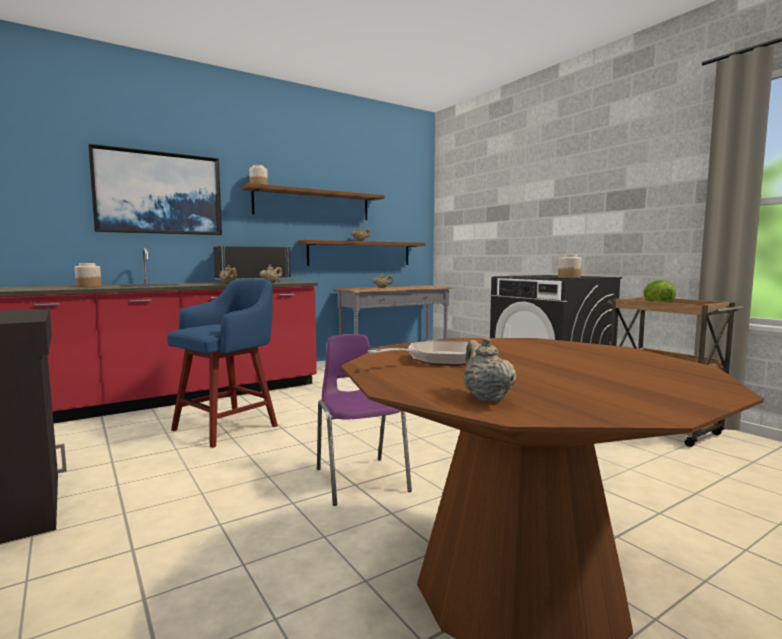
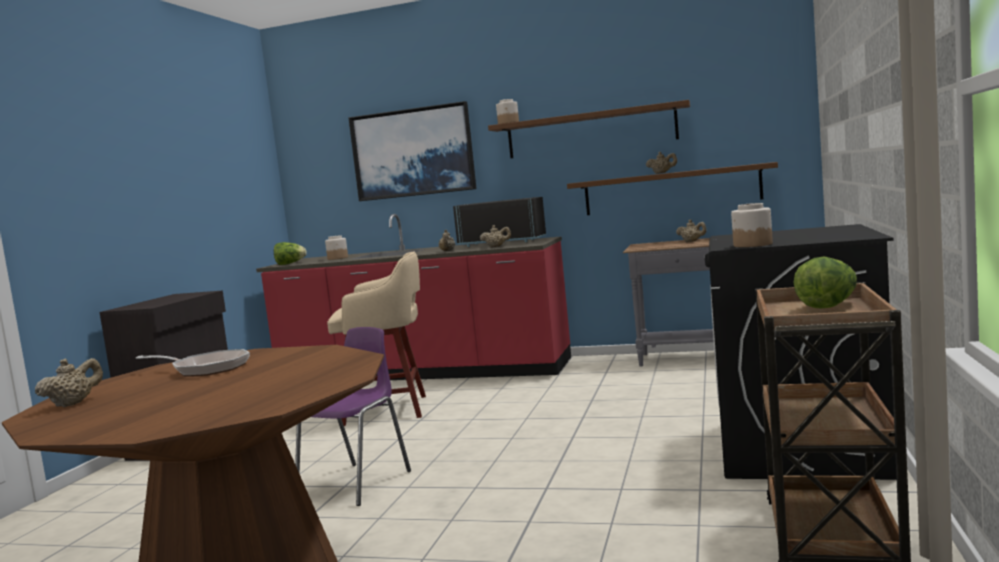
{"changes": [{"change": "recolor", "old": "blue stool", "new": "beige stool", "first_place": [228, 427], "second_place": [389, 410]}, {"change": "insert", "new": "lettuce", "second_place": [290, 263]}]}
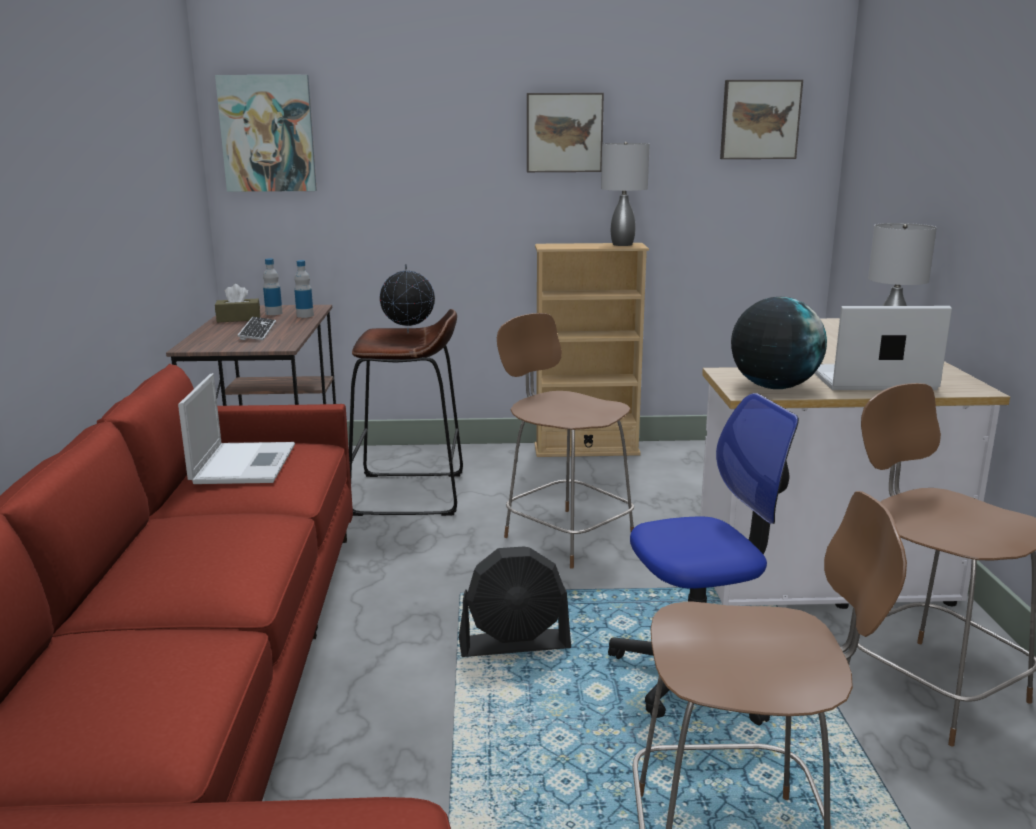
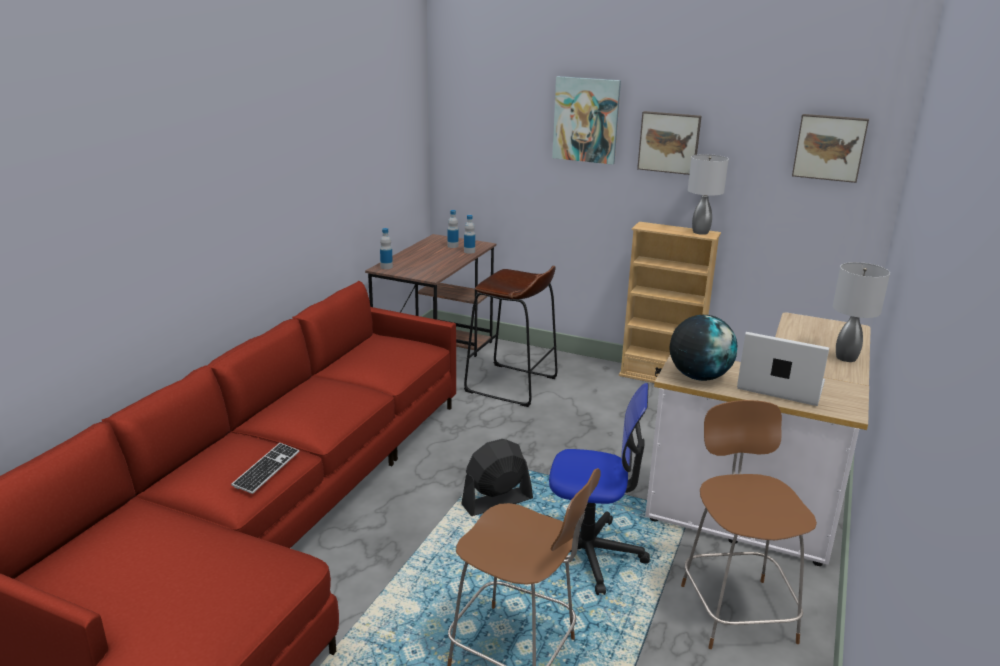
{"changes": [{"change": "move", "old": "picture", "first_place": [267, 134], "second_place": [586, 120]}, {"change": "delete", "old": "globe", "first_place": [409, 332]}, {"change": "delete", "old": "brown tissue box", "first_place": [238, 319]}, {"change": "delete", "old": "brown chair", "first_place": [565, 536]}, {"change": "move", "old": "keyboard", "first_place": [257, 331], "second_place": [267, 469]}, {"change": "delete", "old": "laptop", "first_place": [244, 463]}, {"change": "rotate", "old": "black fan", "first_place": [515, 645], "second_place": [497, 502], "degrees": 135}, {"change": "insert", "new": "bottle", "second_place": [386, 267]}]}
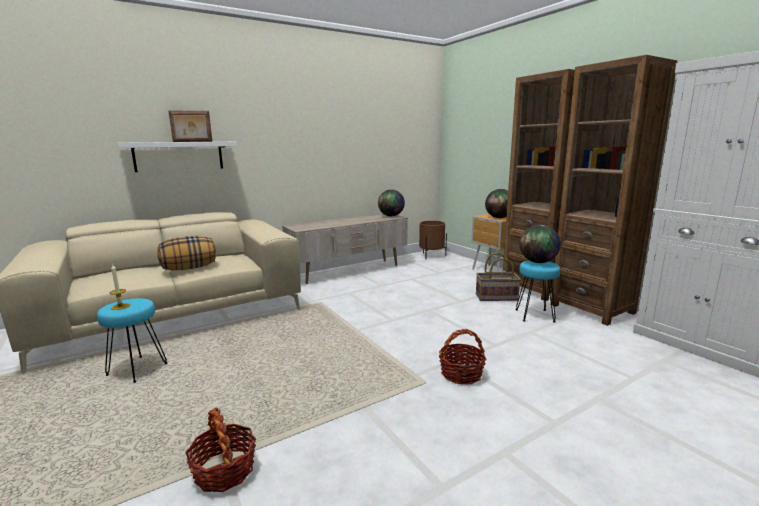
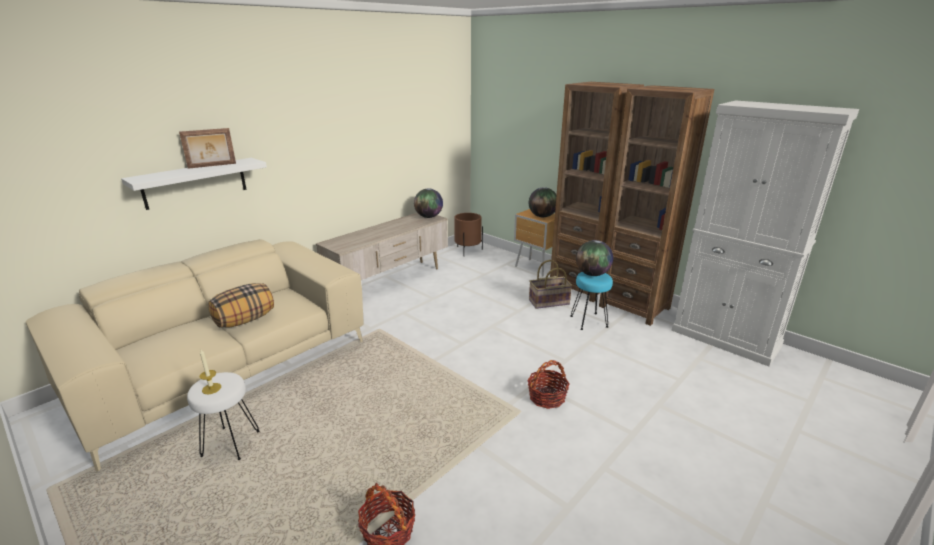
{"changes": [{"change": "recolor", "old": "turquoise stool", "new": "white stool", "first_place": [137, 369], "second_place": [230, 443]}]}
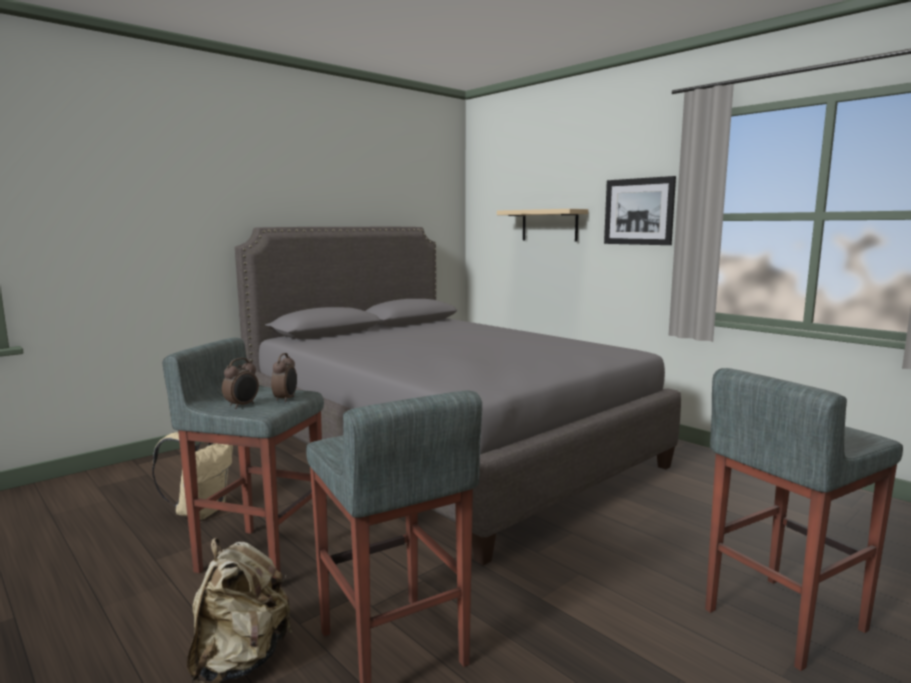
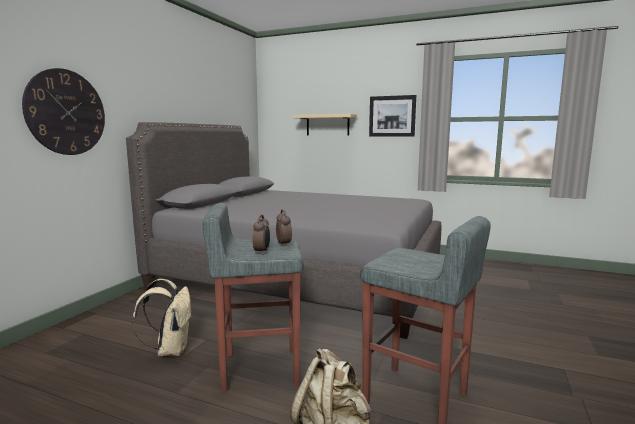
{"changes": [{"change": "delete", "old": "grey stool", "first_place": [781, 619]}, {"change": "insert", "new": "wall clock", "second_place": [66, 112]}]}
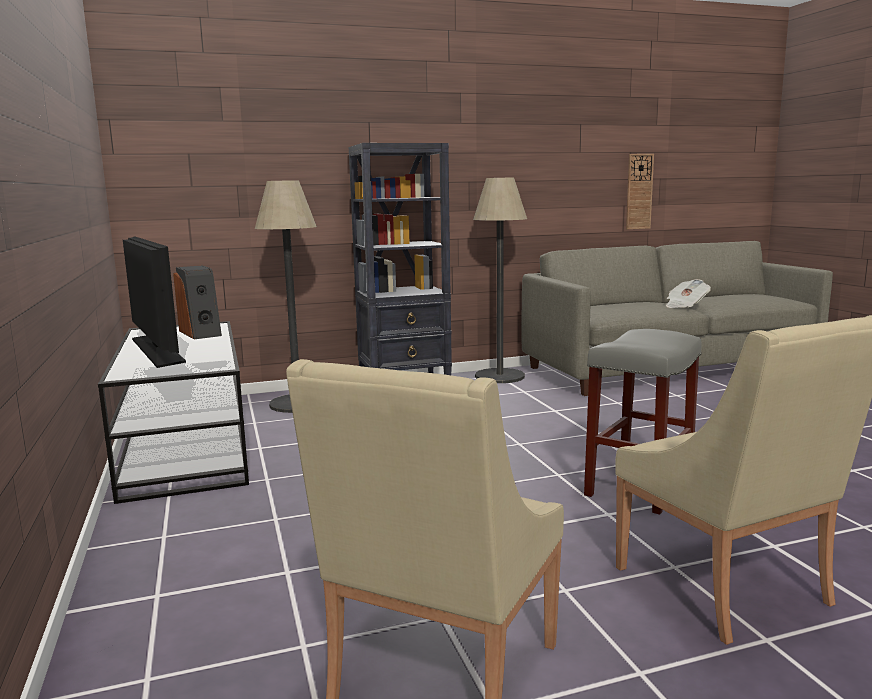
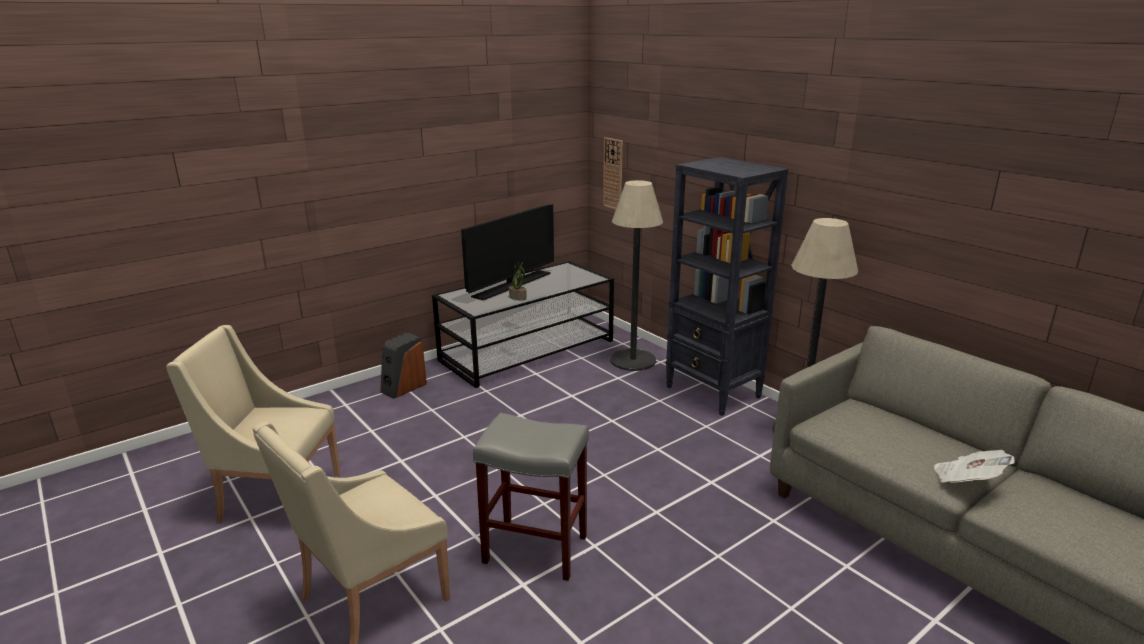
{"changes": [{"change": "move", "old": "wall clock", "first_place": [639, 191], "second_place": [613, 174]}, {"change": "move", "old": "speaker", "first_place": [201, 333], "second_place": [403, 387]}, {"change": "insert", "new": "potted plant", "second_place": [518, 297]}]}
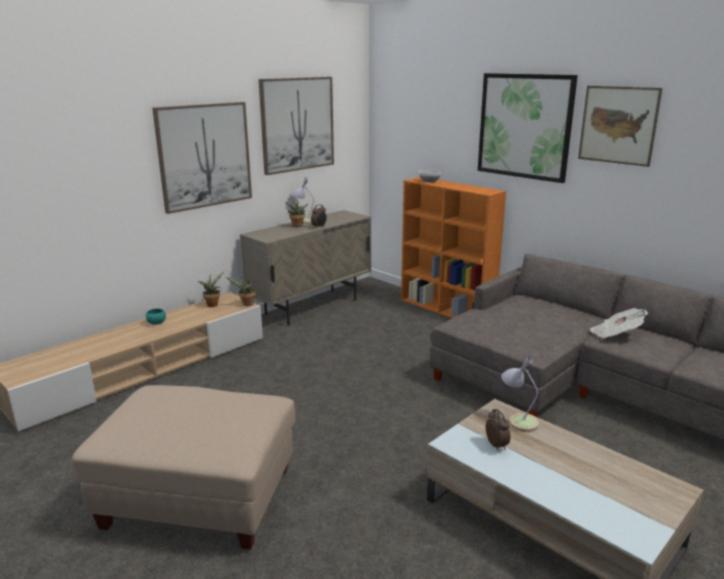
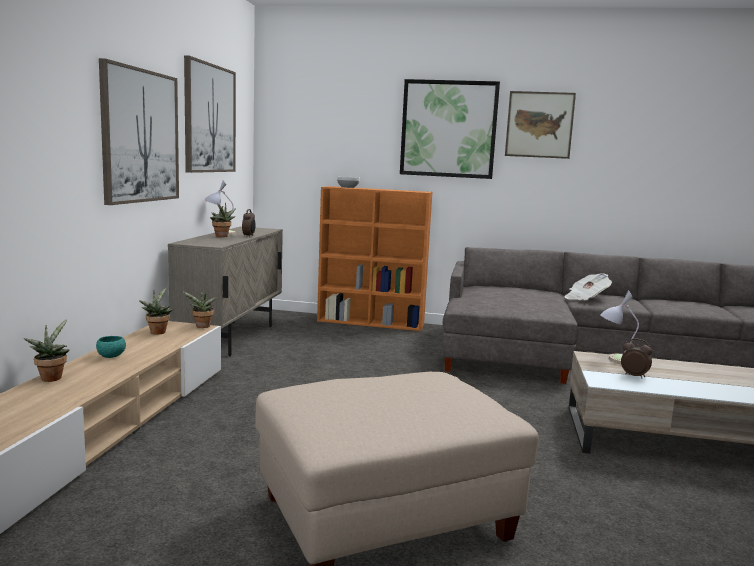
{"changes": [{"change": "insert", "new": "potted plant", "second_place": [51, 377]}]}
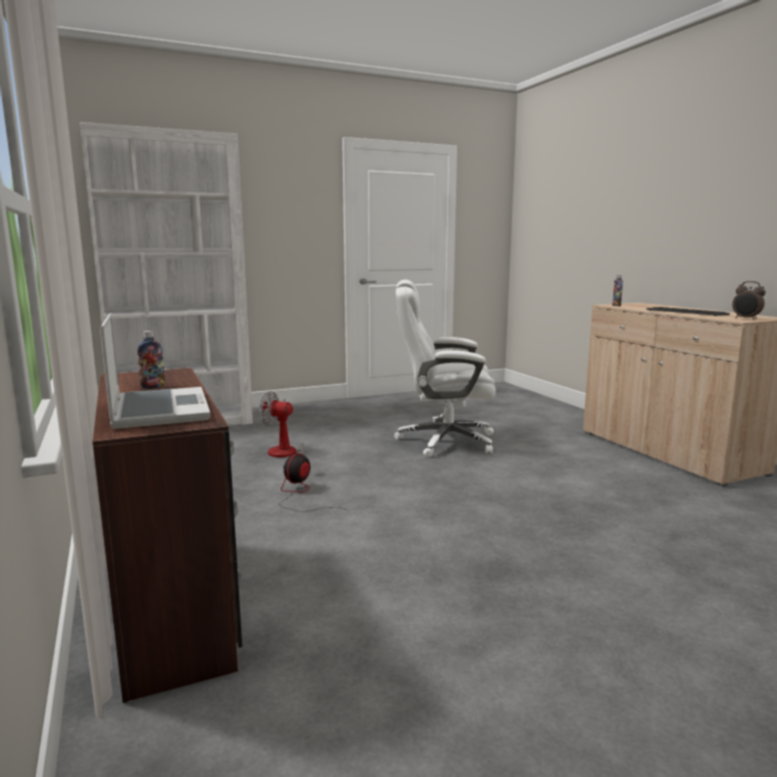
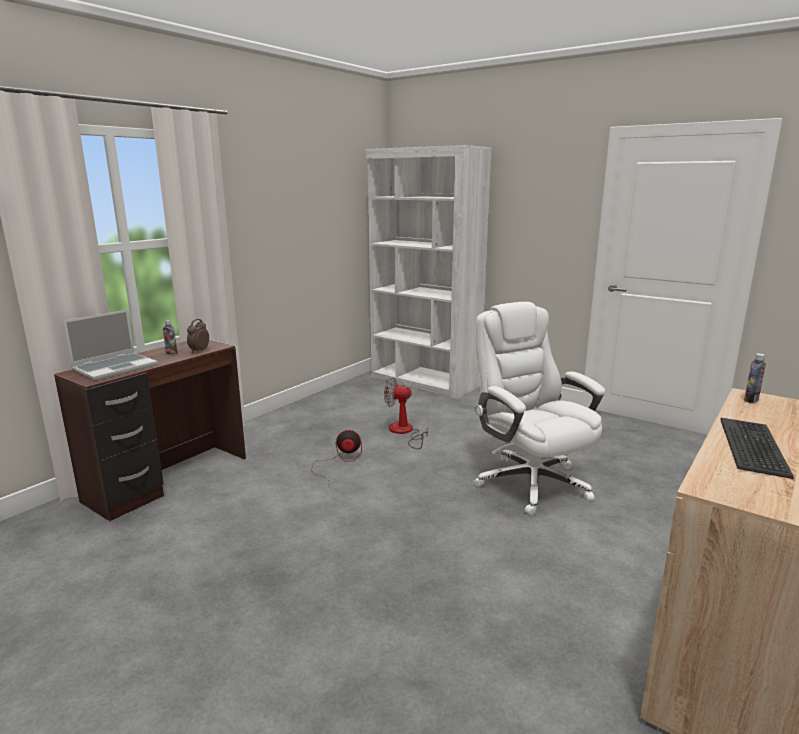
{"changes": [{"change": "move", "old": "alarm clock", "first_place": [746, 319], "second_place": [199, 351]}, {"change": "rotate", "old": "fan", "first_place": [284, 456], "second_place": [404, 432], "degrees": -60}]}
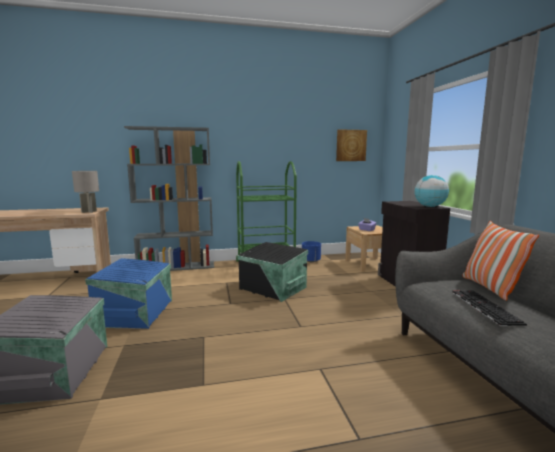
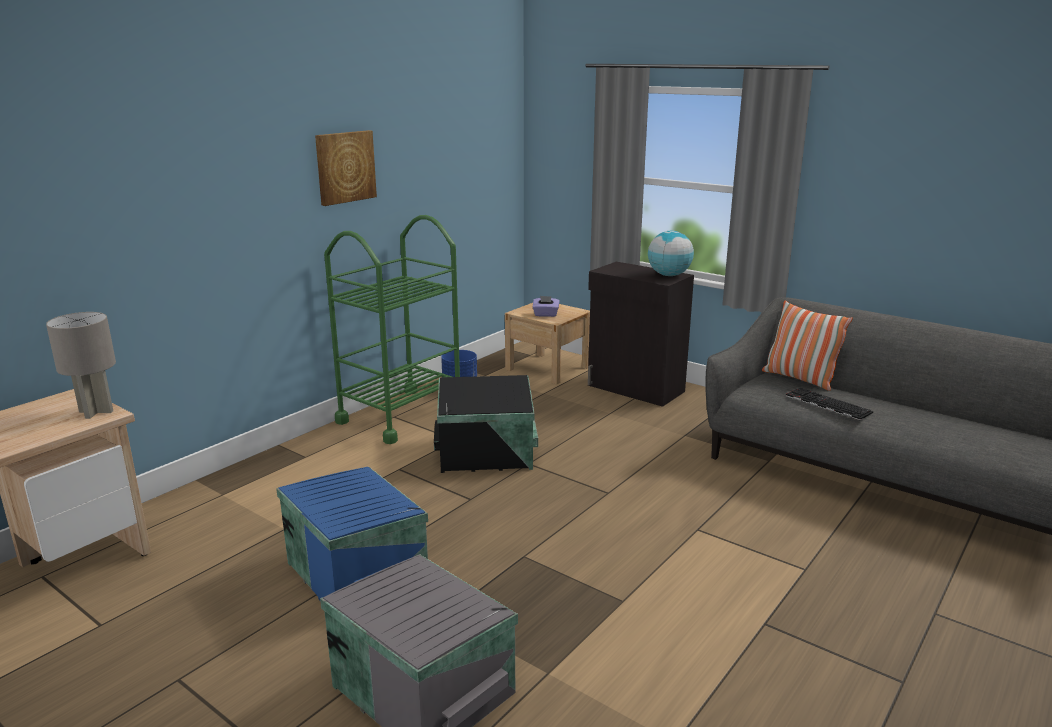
{"changes": [{"change": "delete", "old": "grey bookcase", "first_place": [177, 267]}, {"change": "move", "old": "picture", "first_place": [351, 145], "second_place": [345, 167]}]}
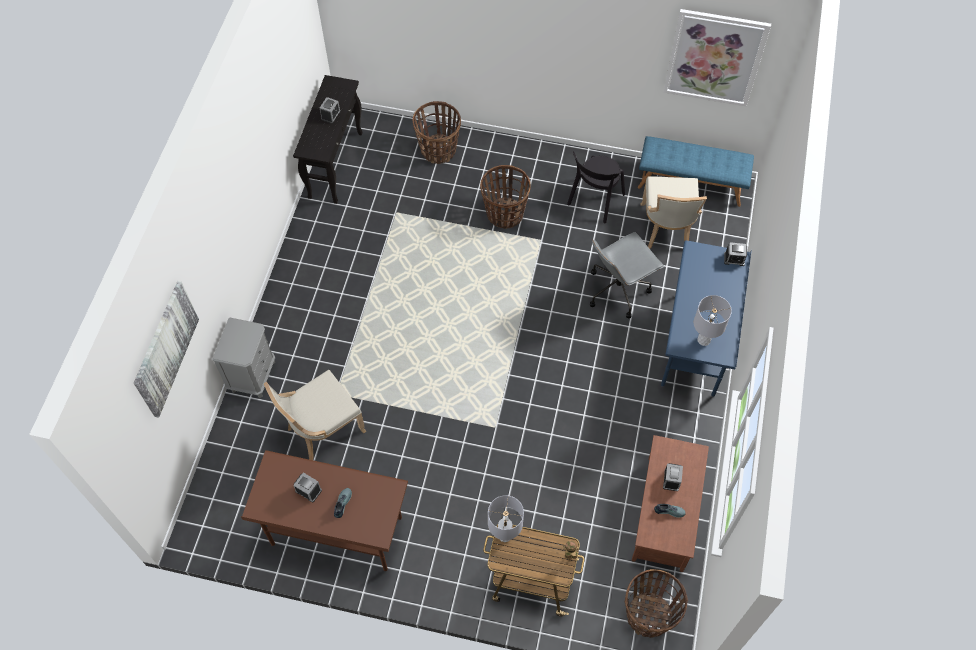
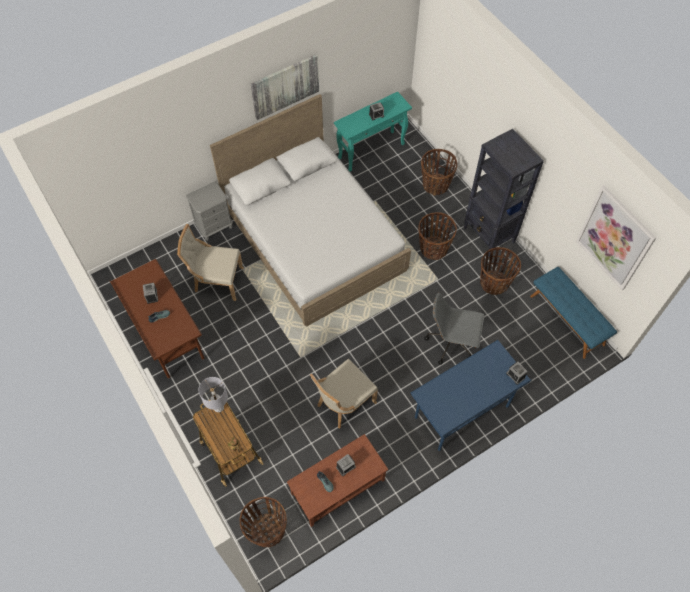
{"changes": [{"change": "recolor", "old": "black console table", "new": "turquoise console table", "first_place": [335, 164], "second_place": [371, 150]}, {"change": "replace", "old": "black chair", "new": "basket", "first_place": [594, 201], "second_place": [494, 283]}, {"change": "move", "old": "beige chair", "first_place": [666, 229], "second_place": [343, 403]}, {"change": "move", "old": "picture", "first_place": [165, 349], "second_place": [285, 86]}, {"change": "delete", "old": "grey table lamp", "first_place": [703, 340]}, {"change": "insert", "new": "white bed", "second_place": [314, 239]}, {"change": "insert", "new": "black bookcase", "second_place": [489, 235]}]}
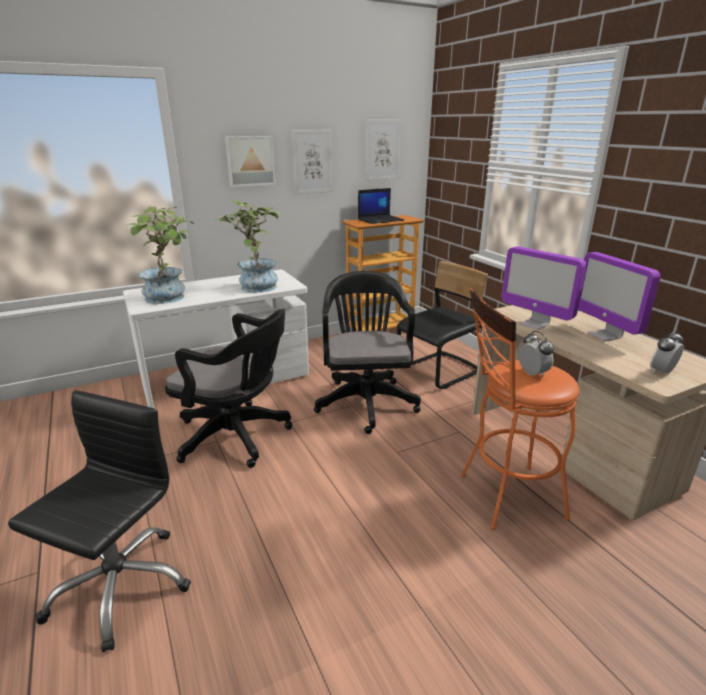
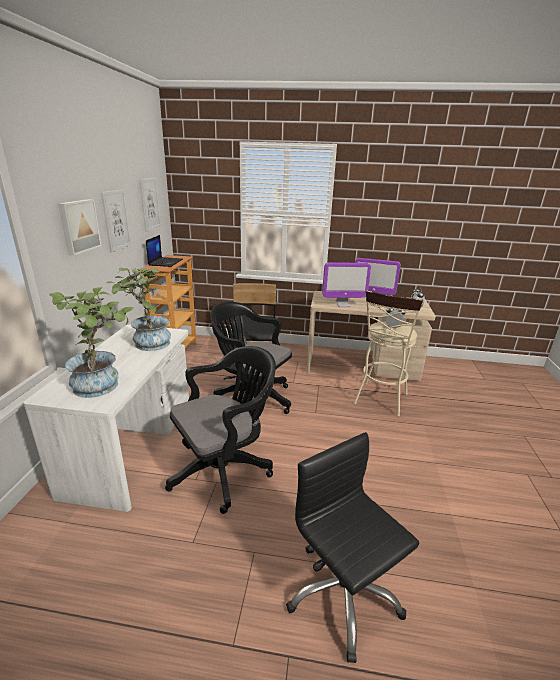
{"changes": [{"change": "recolor", "old": "orange stool", "new": "beige stool", "first_place": [503, 497], "second_place": [380, 401]}]}
